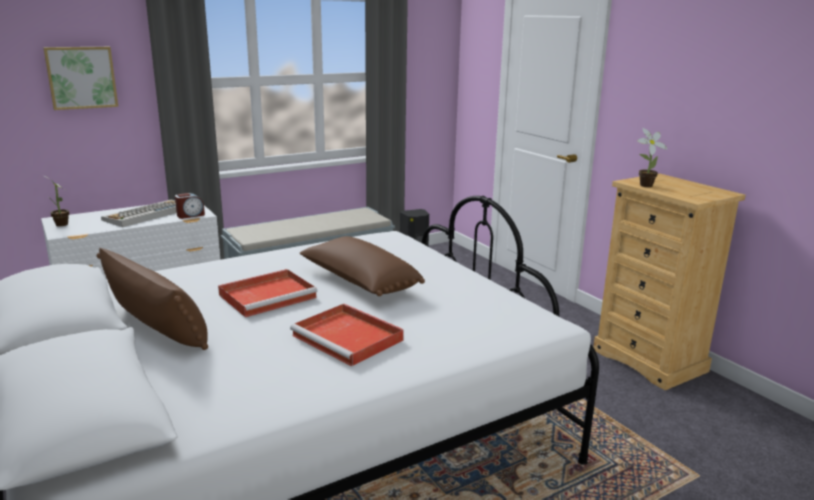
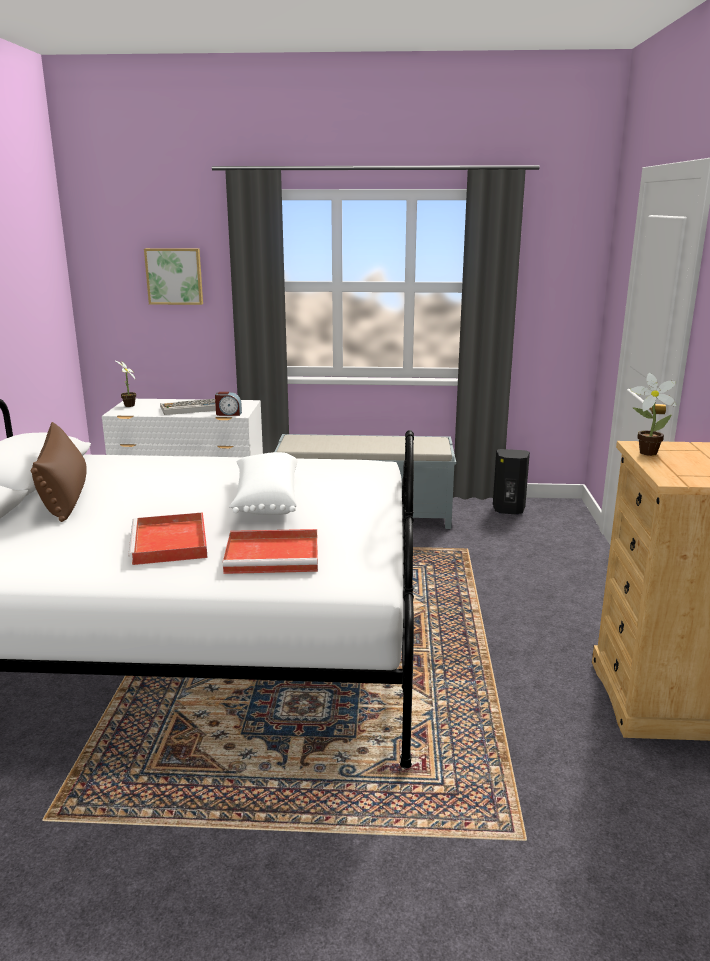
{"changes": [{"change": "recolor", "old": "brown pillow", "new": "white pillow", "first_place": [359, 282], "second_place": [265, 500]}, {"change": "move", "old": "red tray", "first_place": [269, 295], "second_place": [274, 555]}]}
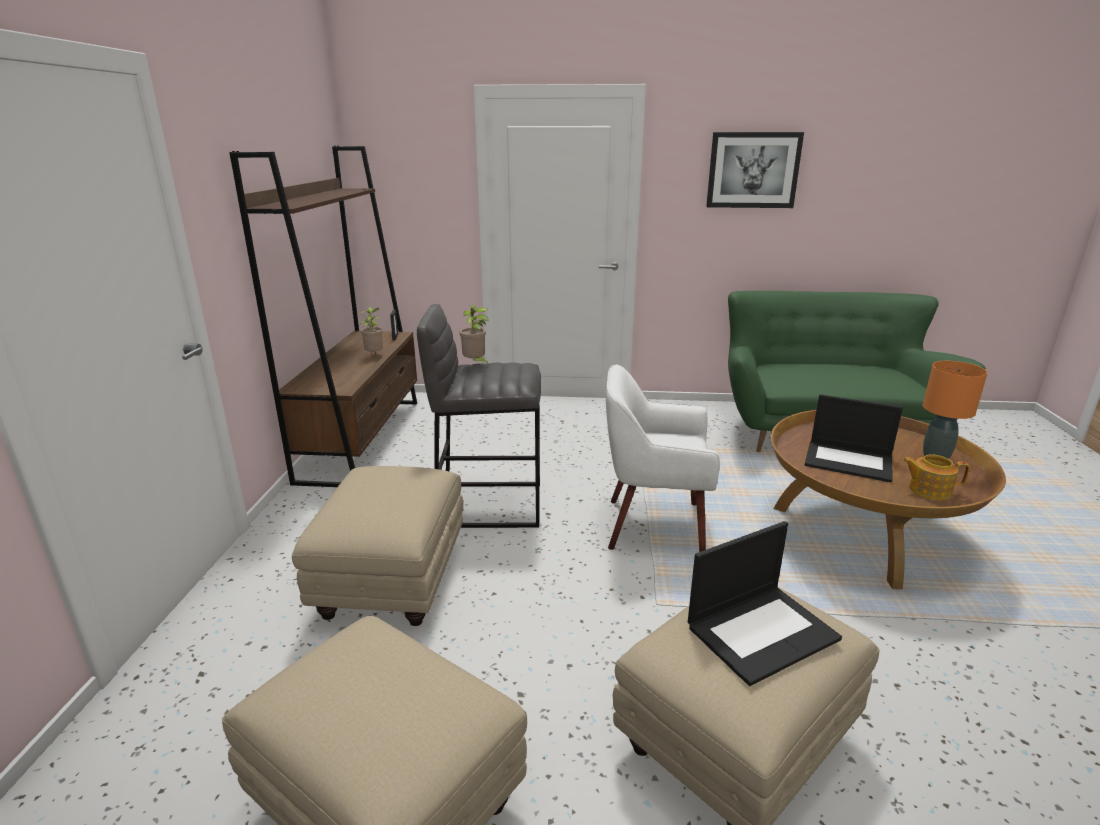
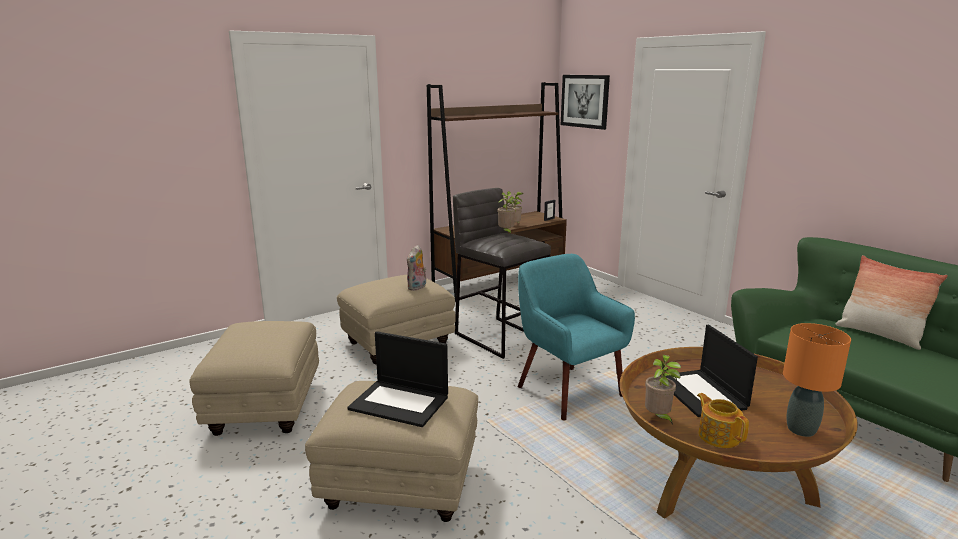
{"changes": [{"change": "move", "old": "picture", "first_place": [753, 170], "second_place": [585, 101]}, {"change": "recolor", "old": "white armchair", "new": "turquoise armchair", "first_place": [653, 526], "second_place": [568, 391]}, {"change": "insert", "new": "plush toy", "second_place": [417, 287]}, {"change": "insert", "new": "pillow", "second_place": [879, 335]}, {"change": "insert", "new": "potted plant", "second_place": [658, 418]}]}
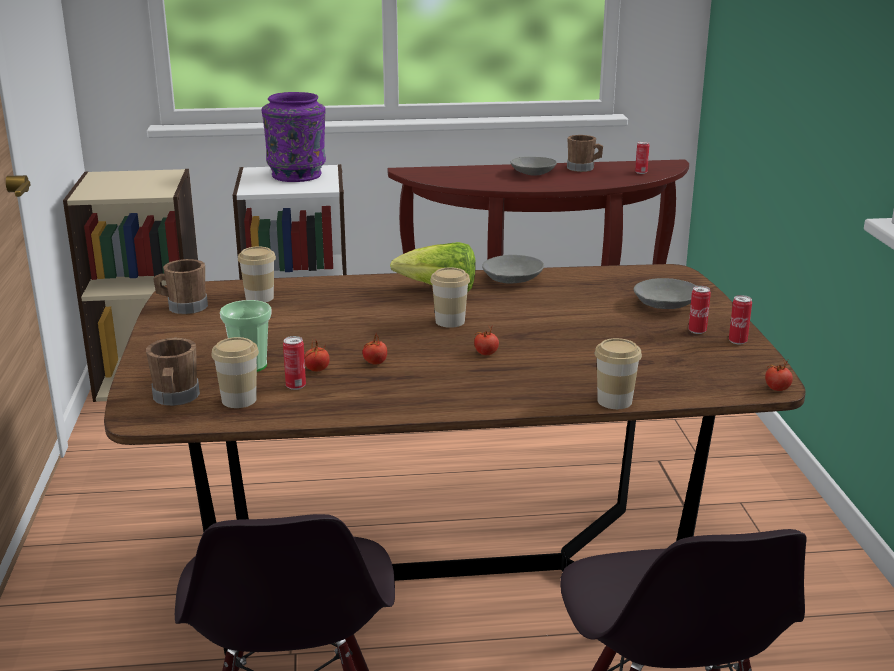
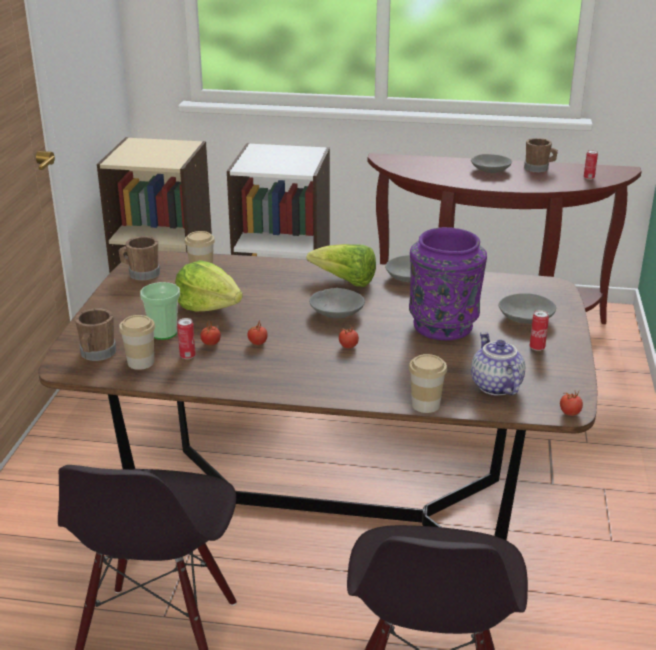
{"changes": [{"change": "move", "old": "purple vase", "first_place": [297, 175], "second_place": [443, 325]}, {"change": "replace", "old": "cup", "new": "grey bowl", "first_place": [450, 321], "second_place": [337, 312]}, {"change": "delete", "old": "can", "first_place": [737, 341]}, {"change": "insert", "new": "lettuce", "second_place": [208, 306]}, {"change": "insert", "new": "teapot", "second_place": [494, 386]}]}
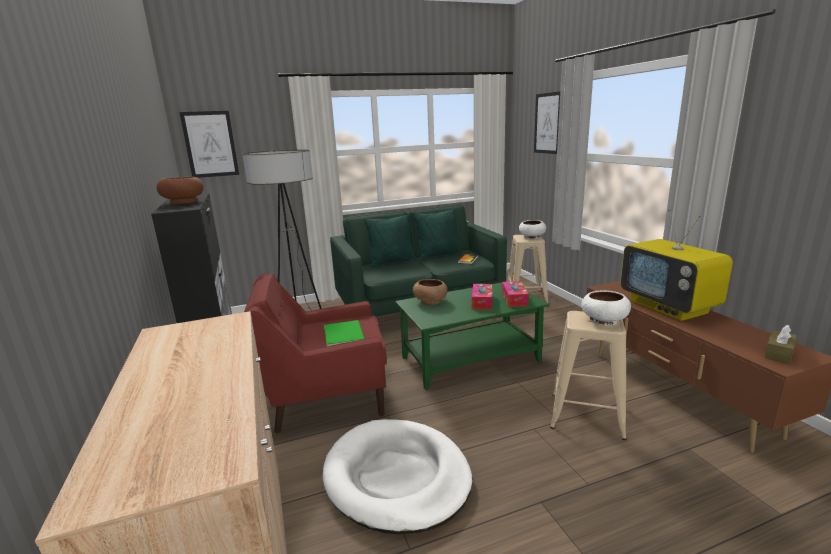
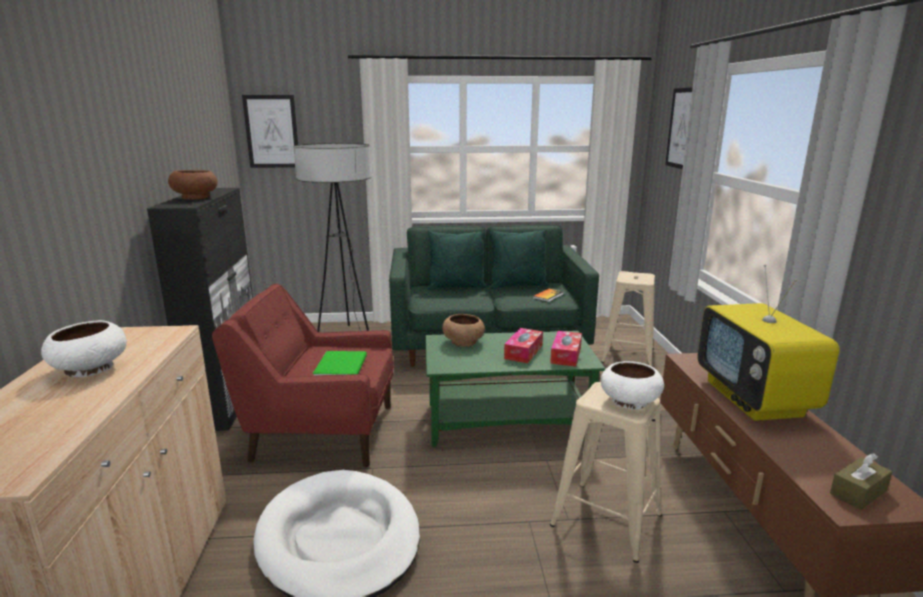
{"changes": [{"change": "move", "old": "white bowl", "first_place": [532, 237], "second_place": [89, 369]}]}
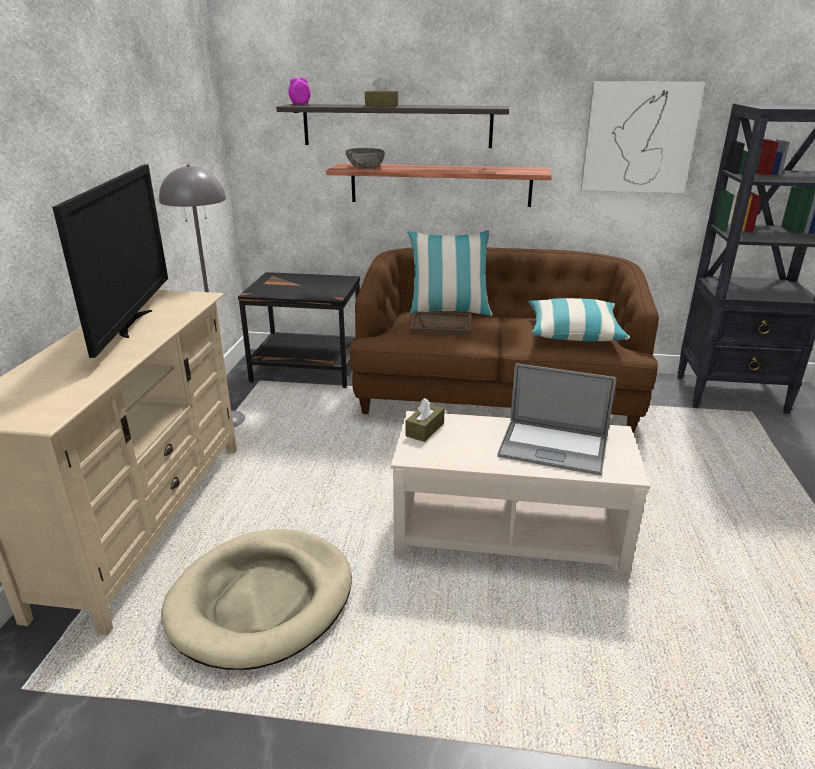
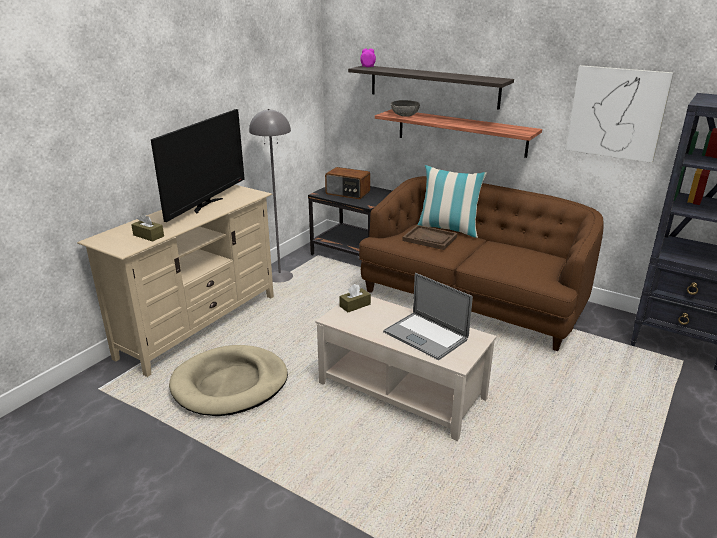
{"changes": [{"change": "move", "old": "brown tissue box", "first_place": [381, 106], "second_place": [148, 236]}, {"change": "delete", "old": "pillow", "first_place": [573, 332]}, {"change": "insert", "new": "radio", "second_place": [347, 193]}]}
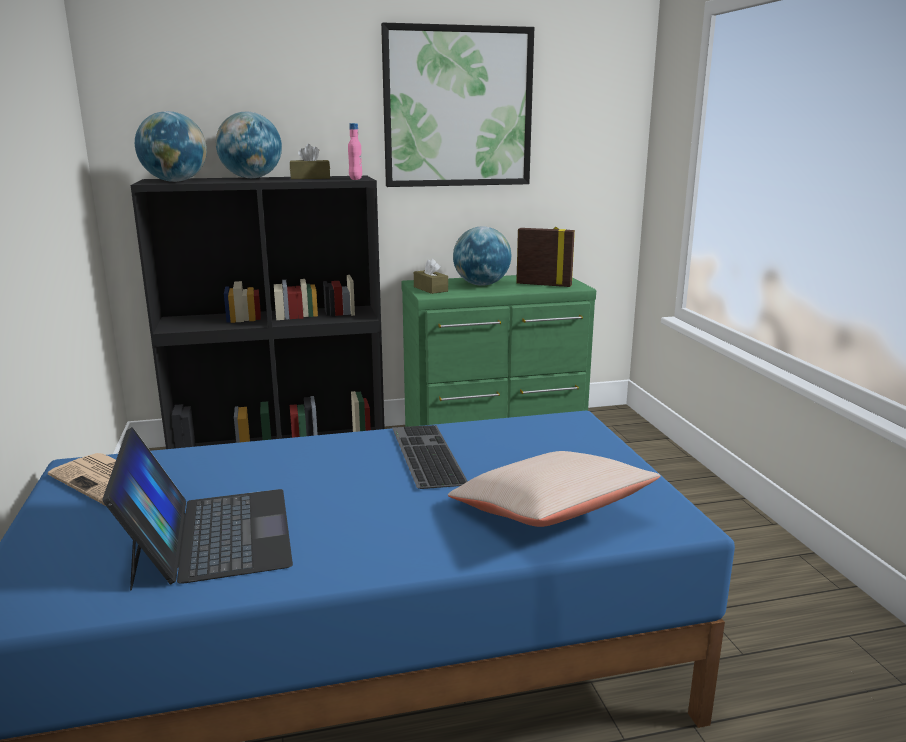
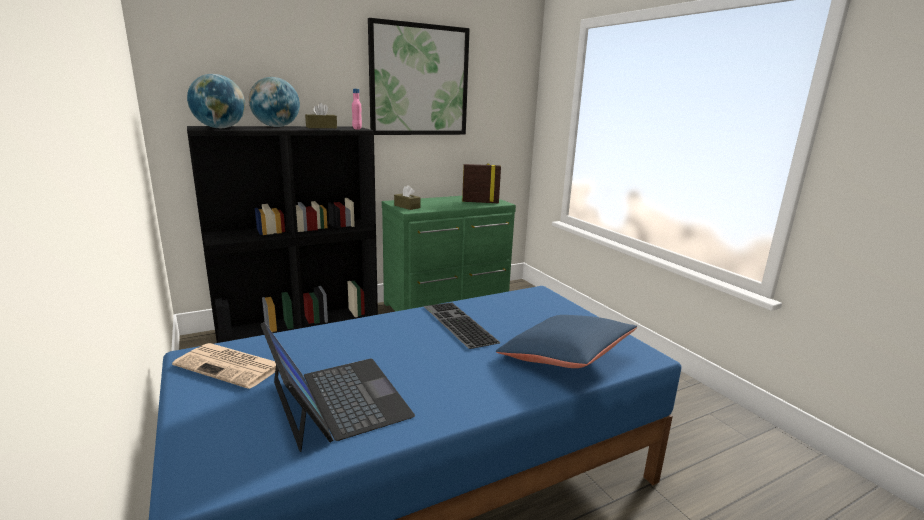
{"changes": [{"change": "delete", "old": "globe", "first_place": [481, 284]}, {"change": "recolor", "old": "beige pillow", "new": "blue pillow", "first_place": [549, 513], "second_place": [564, 358]}]}
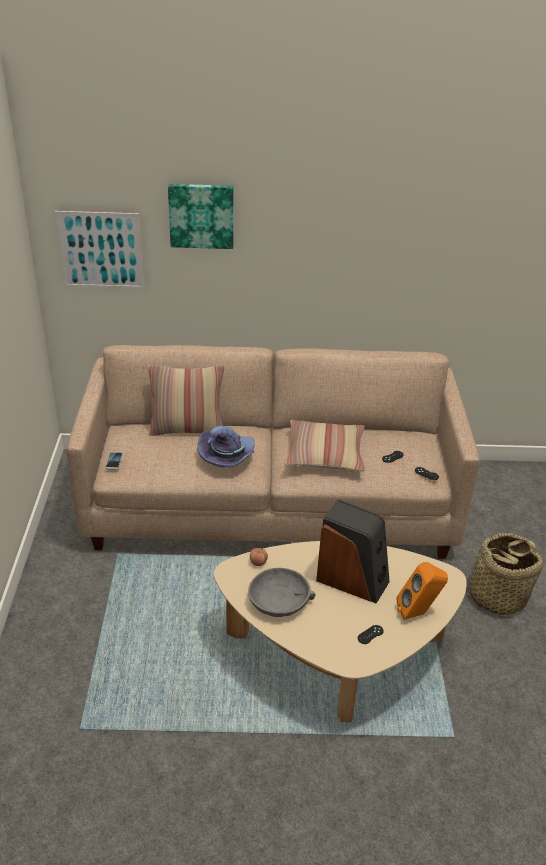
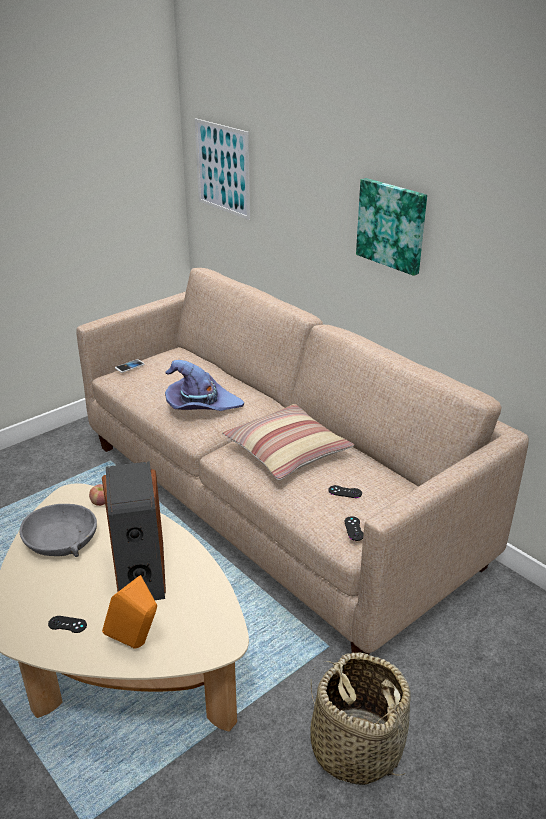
{"changes": [{"change": "move", "old": "picture", "first_place": [201, 215], "second_place": [392, 225]}, {"change": "delete", "old": "pillow", "first_place": [187, 429]}]}
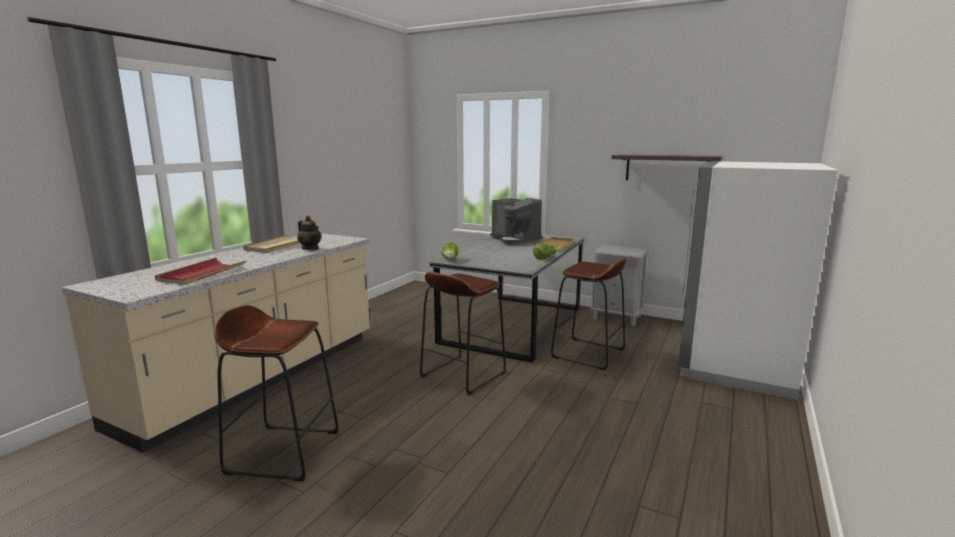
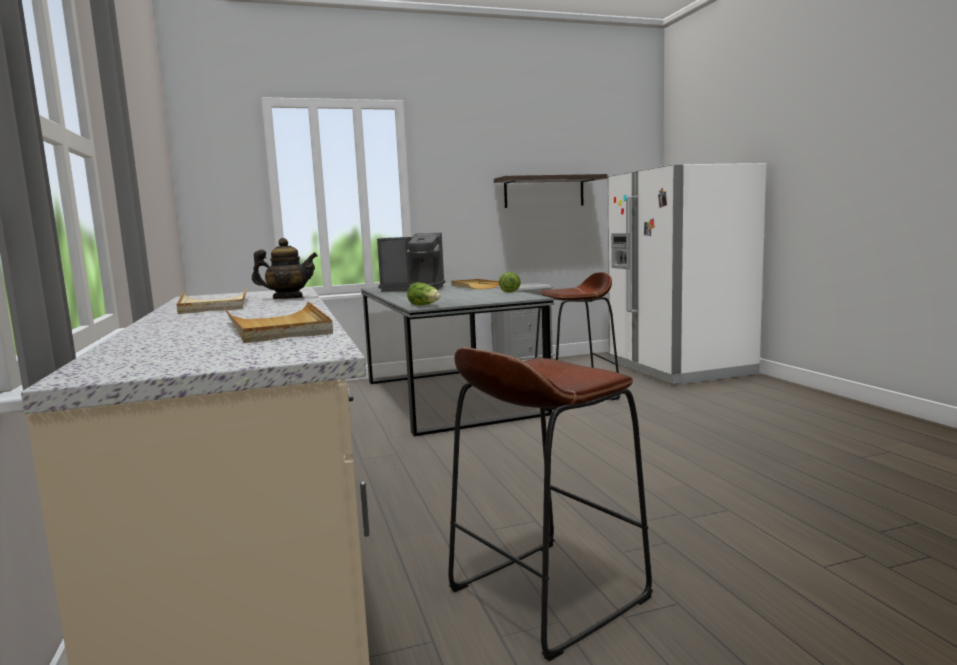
{"changes": [{"change": "recolor", "old": "red tray", "new": "beige tray", "first_place": [202, 274], "second_place": [278, 328]}, {"change": "delete", "old": "brown stool", "first_place": [463, 375]}]}
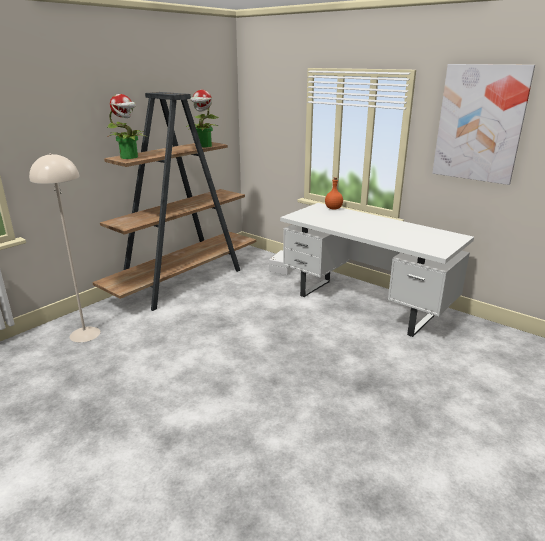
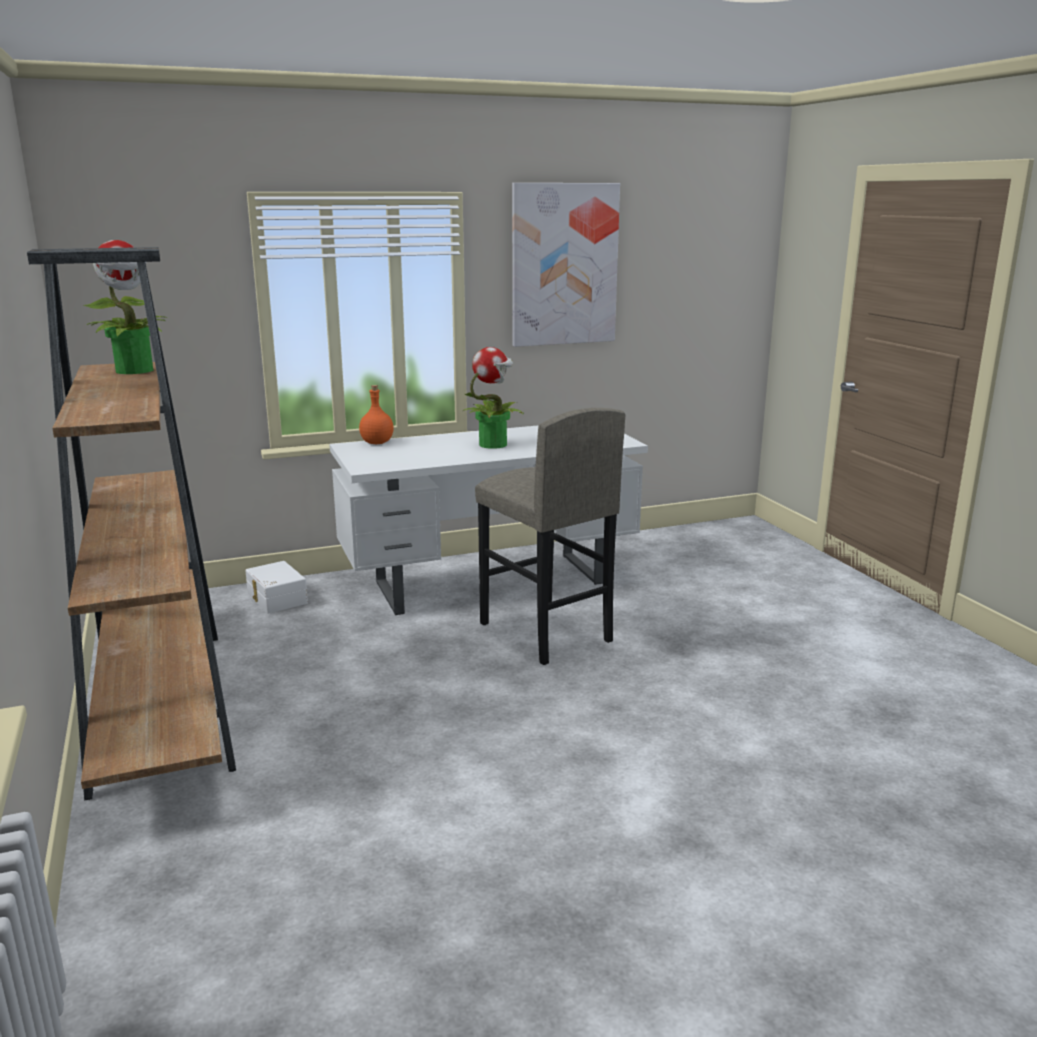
{"changes": [{"change": "move", "old": "potted plant", "first_place": [130, 157], "second_place": [493, 444]}, {"change": "delete", "old": "beige floor lamp", "first_place": [85, 334]}, {"change": "insert", "new": "grey stool", "second_place": [544, 632]}]}
